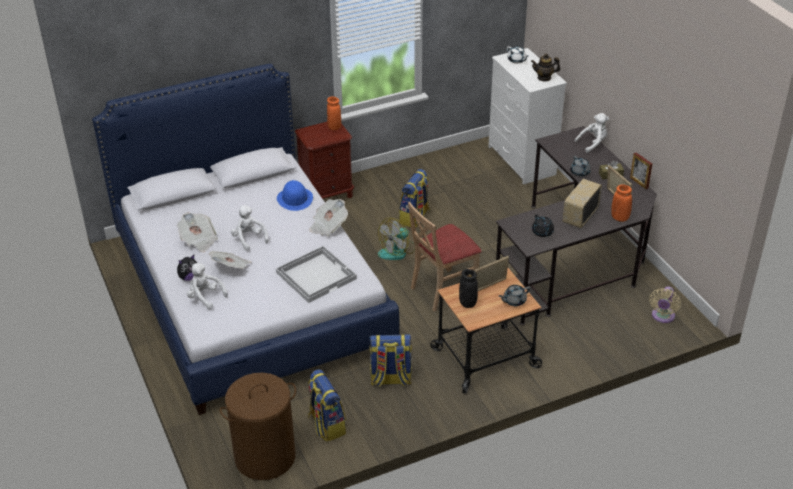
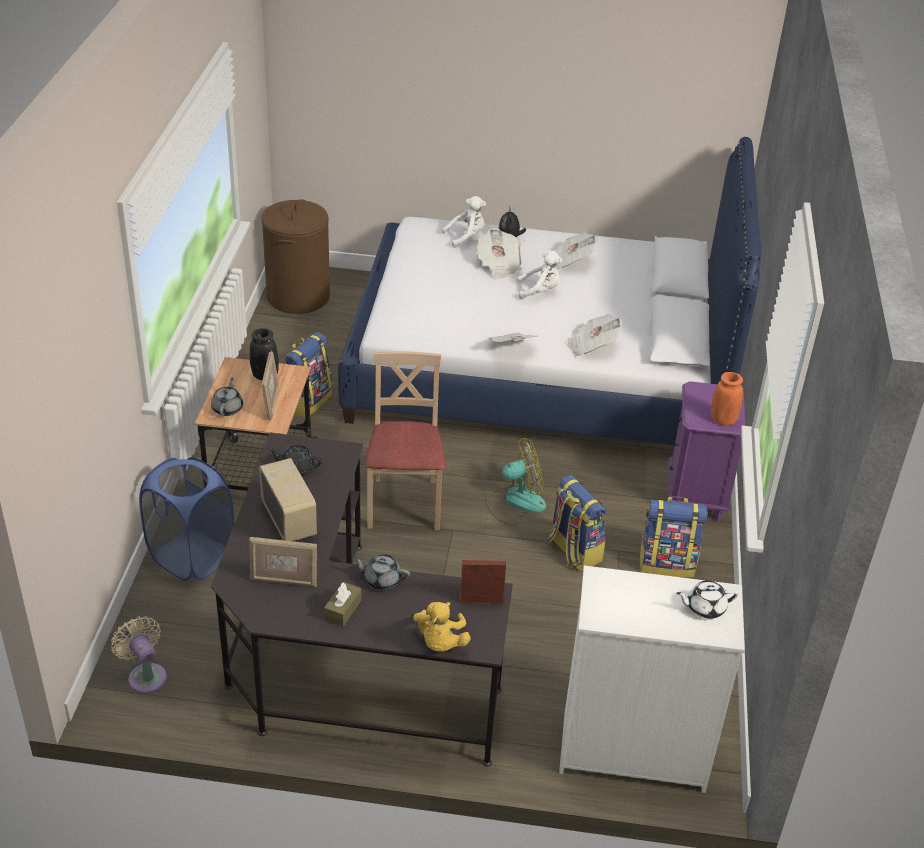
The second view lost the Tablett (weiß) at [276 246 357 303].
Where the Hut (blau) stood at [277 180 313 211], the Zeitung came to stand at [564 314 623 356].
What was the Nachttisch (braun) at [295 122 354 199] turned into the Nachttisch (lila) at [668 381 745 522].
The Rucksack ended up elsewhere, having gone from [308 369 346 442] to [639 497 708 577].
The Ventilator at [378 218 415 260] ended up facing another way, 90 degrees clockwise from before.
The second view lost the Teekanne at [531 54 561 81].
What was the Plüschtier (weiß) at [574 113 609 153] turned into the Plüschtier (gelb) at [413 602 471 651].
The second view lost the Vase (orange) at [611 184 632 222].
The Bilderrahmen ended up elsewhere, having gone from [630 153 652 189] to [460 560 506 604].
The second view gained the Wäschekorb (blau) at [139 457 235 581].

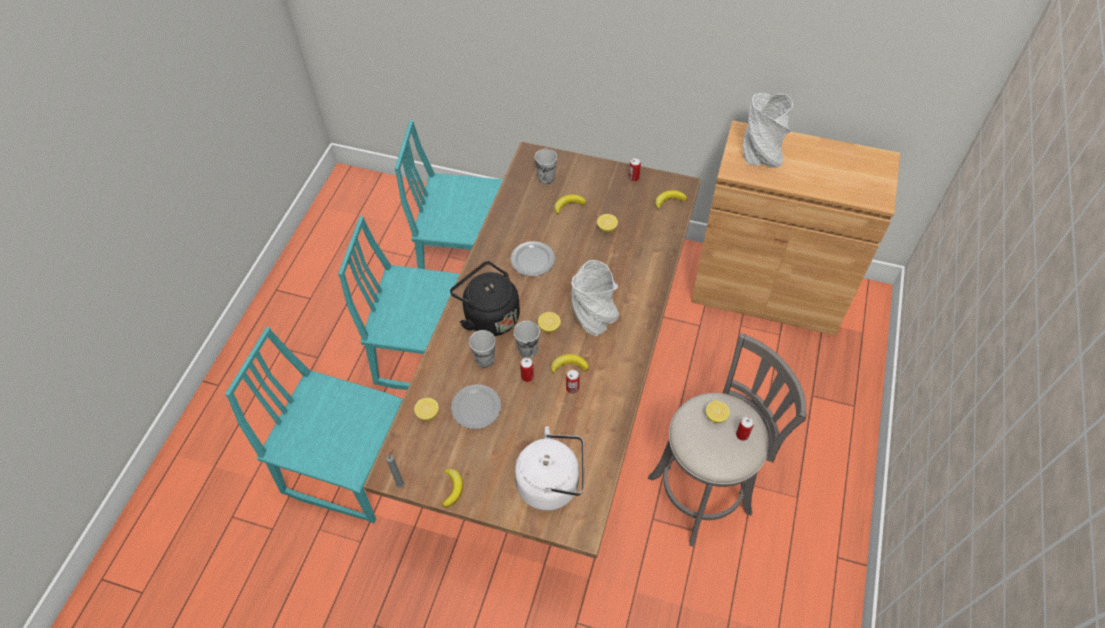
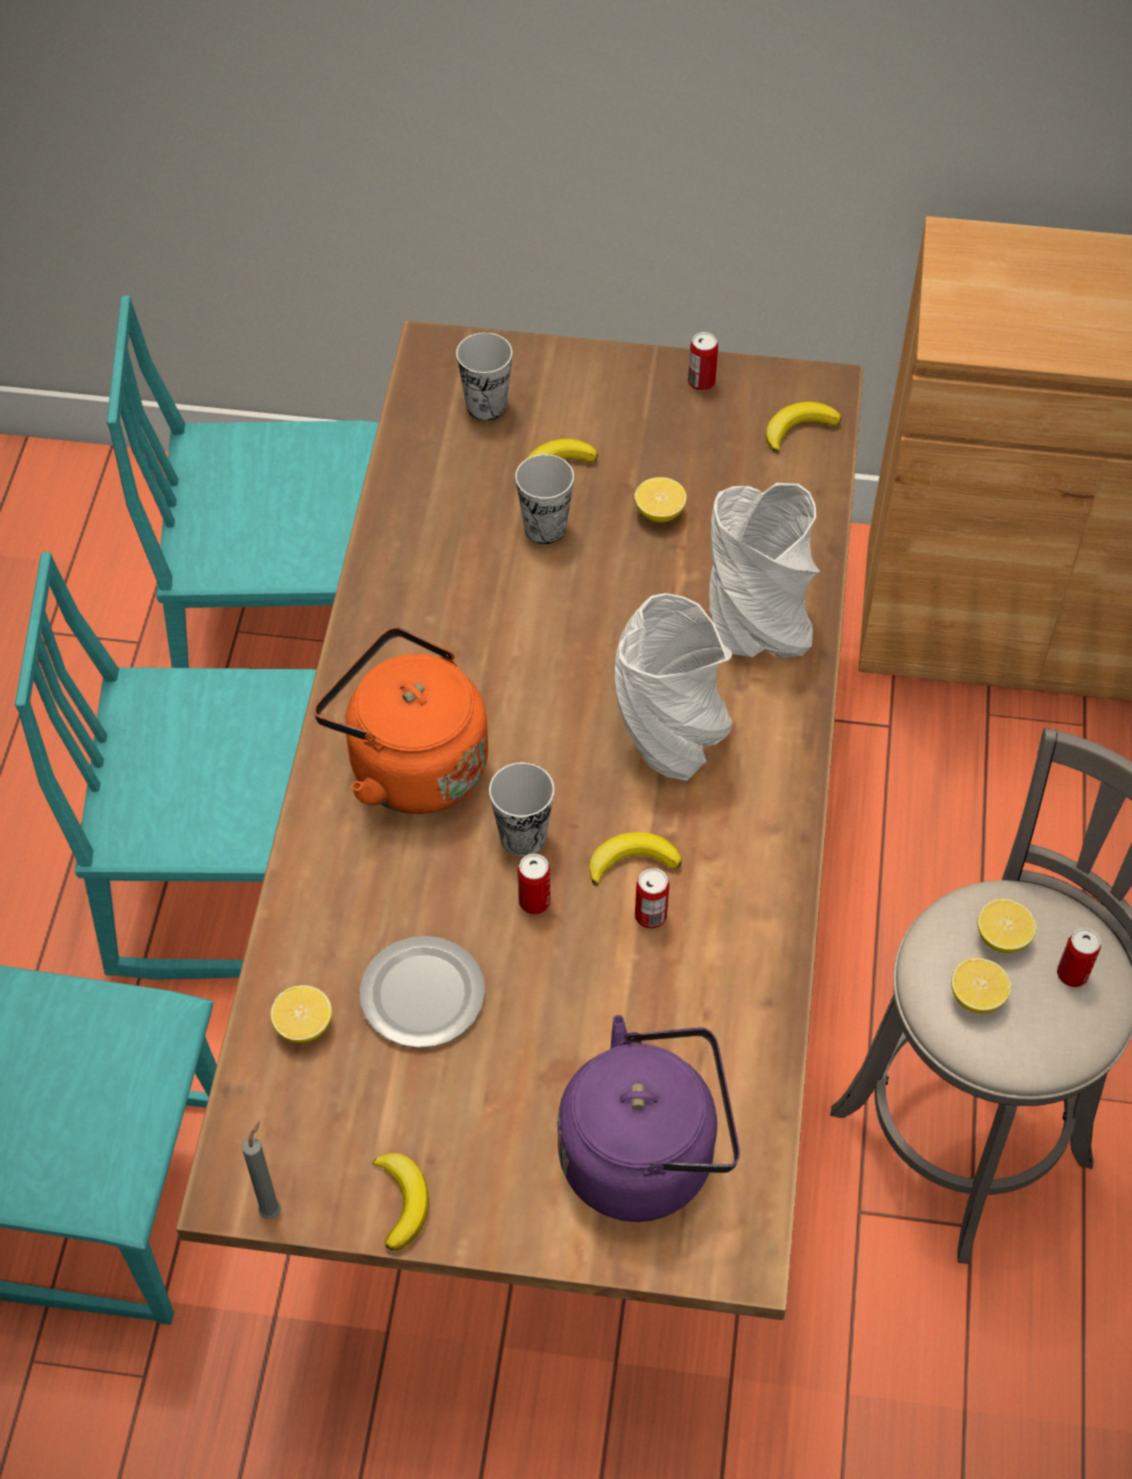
What was the Wasserkessel (schwarz) at [450 261 520 336] turned into the Wasserkessel (orange) at [314 627 488 814].
The Tasse ended up elsewhere, having gone from [469 330 495 368] to [515 454 574 544].
The second view lost the Teller at [511 241 555 277].
What was the Wasserkessel (weiß) at [515 426 584 511] turned into the Wasserkessel (lila) at [558 1015 740 1222].
The Zitrone ended up elsewhere, having gone from [538 312 561 333] to [951 958 1011 1013].
The Vase (grau) ended up elsewhere, having gone from [743 93 793 168] to [709 483 820 658].

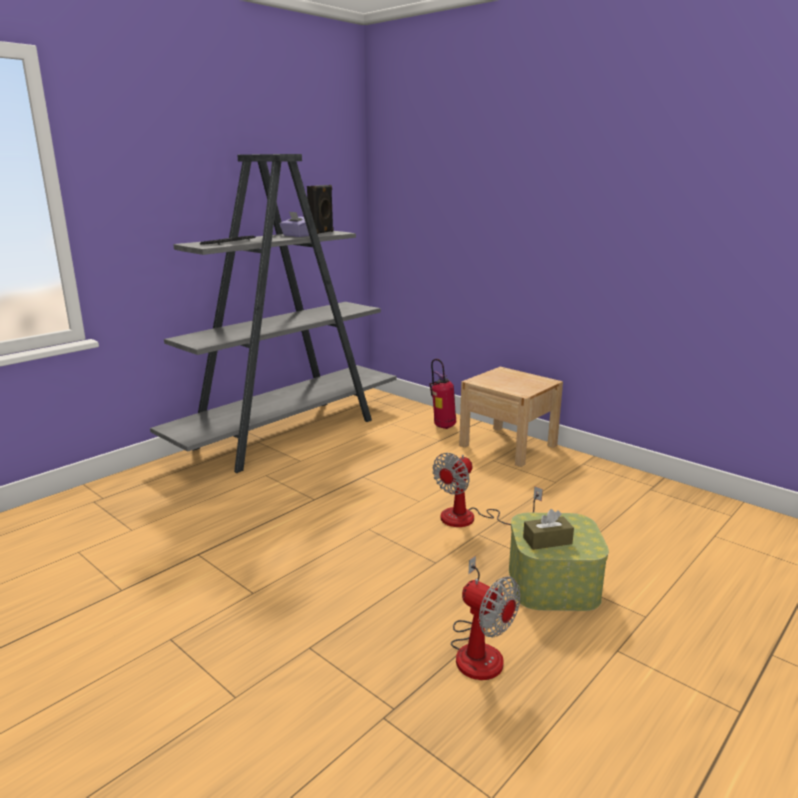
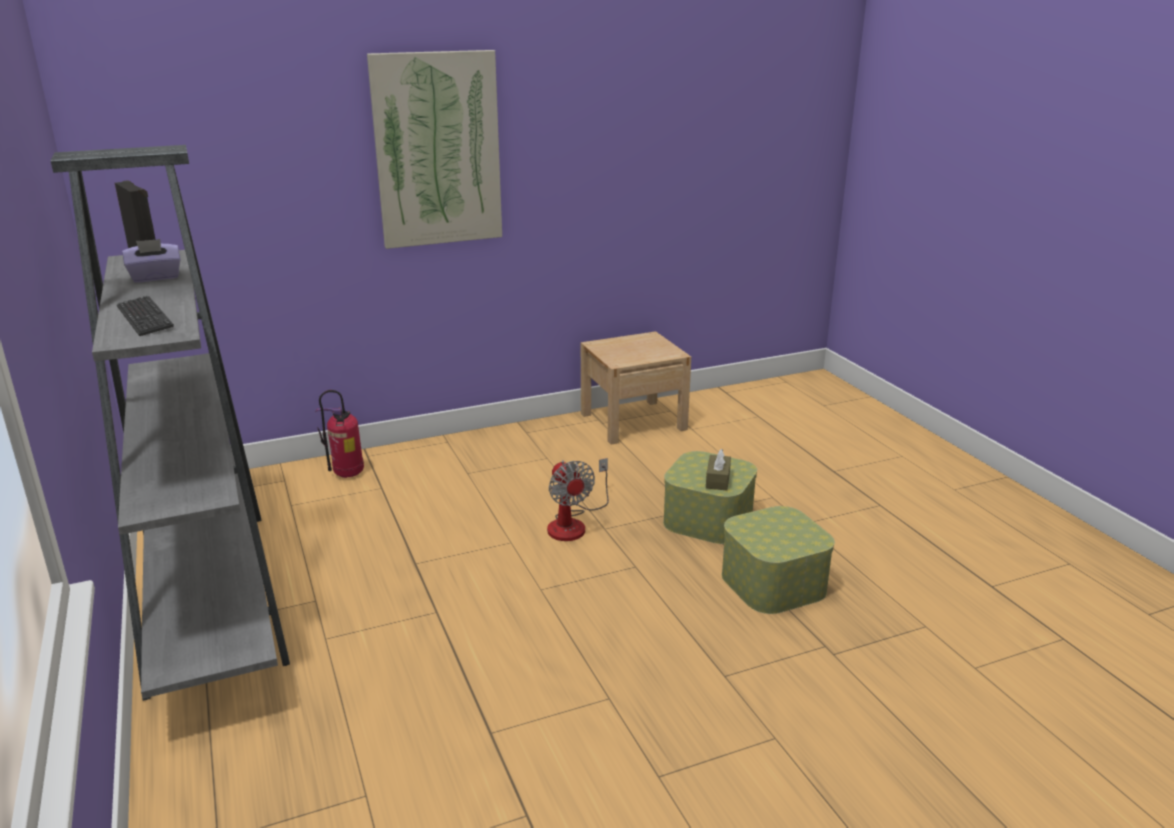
Where the Ventilator stood at [451 556 520 680], the Aufbewahrungsbox came to stand at [722 506 835 614].
The Nachttisch (beige) ended up elsewhere, having gone from [459 367 563 467] to [581 331 691 445].
The second view gained the Bild at [367 50 502 249].

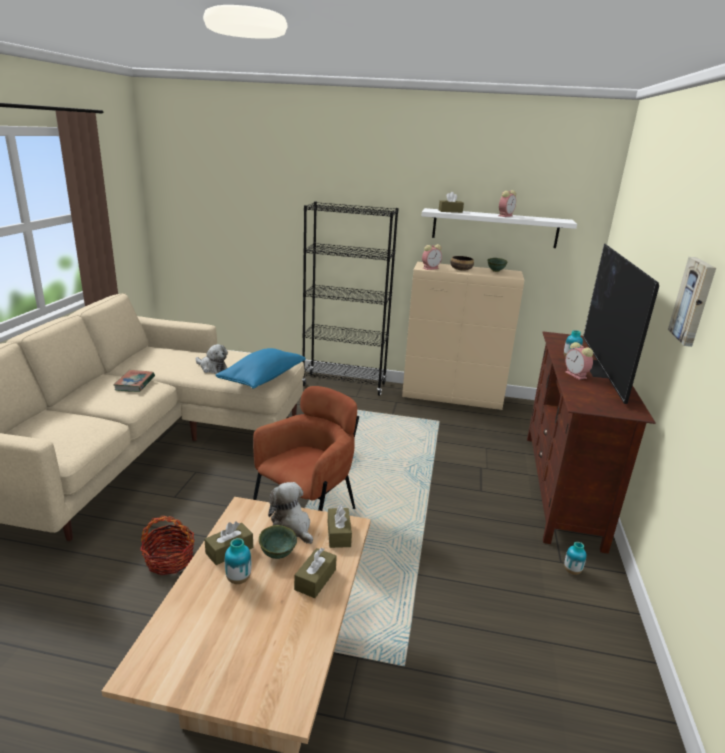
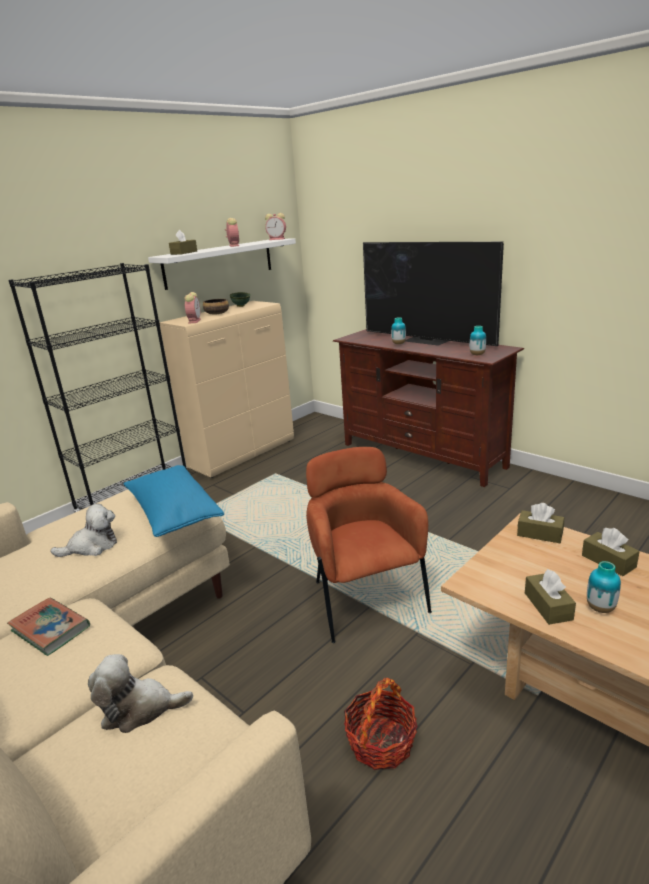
The second view lost the Schüssel (grün) at [259 525 297 559].
The Plüschtier ended up elsewhere, having gone from [268 482 313 544] to [88 654 193 733].
The Vase ended up elsewhere, having gone from [564 542 586 575] to [470 326 486 355].
The Wecker ended up elsewhere, having gone from [565 342 593 380] to [265 213 286 240].
The second view lost the Bild at [668 257 716 347].

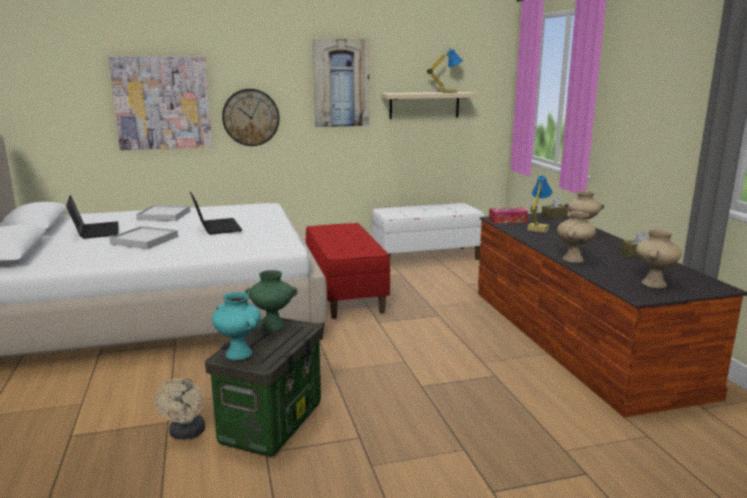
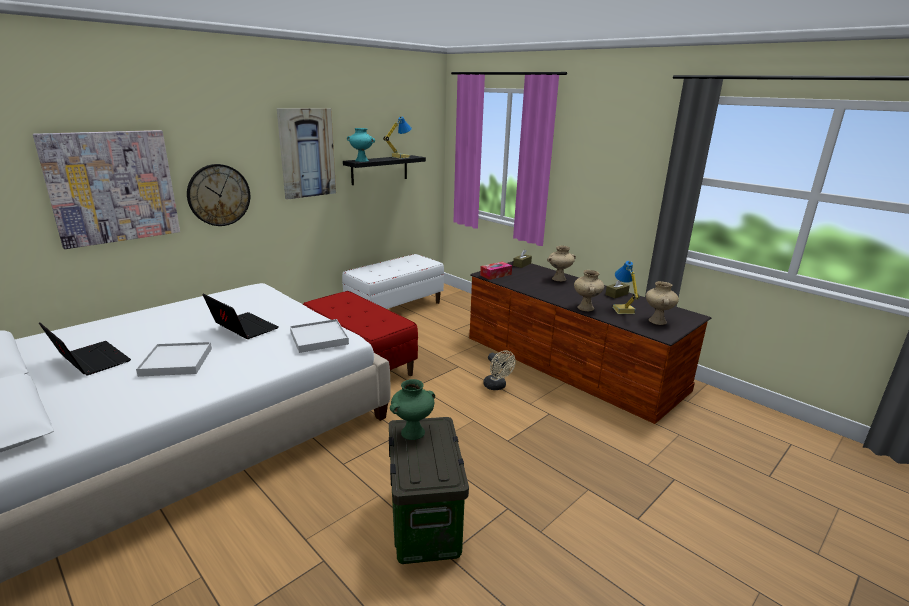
The Tablett (weiß) ended up elsewhere, having gone from [136 205 190 221] to [290 319 349 353].
The Ventilator (beige) ended up elsewhere, having gone from [155 379 205 440] to [483 350 516 390].
The Vase (türkis) ended up elsewhere, having gone from [212 292 261 360] to [347 128 375 162].
What was the Wandregal (beige) at [381 92 477 119] turned into the Wandregal (schwarz) at [343 155 426 185].
The Tischlampe ended up elsewhere, having gone from [527 175 553 233] to [613 261 639 314].

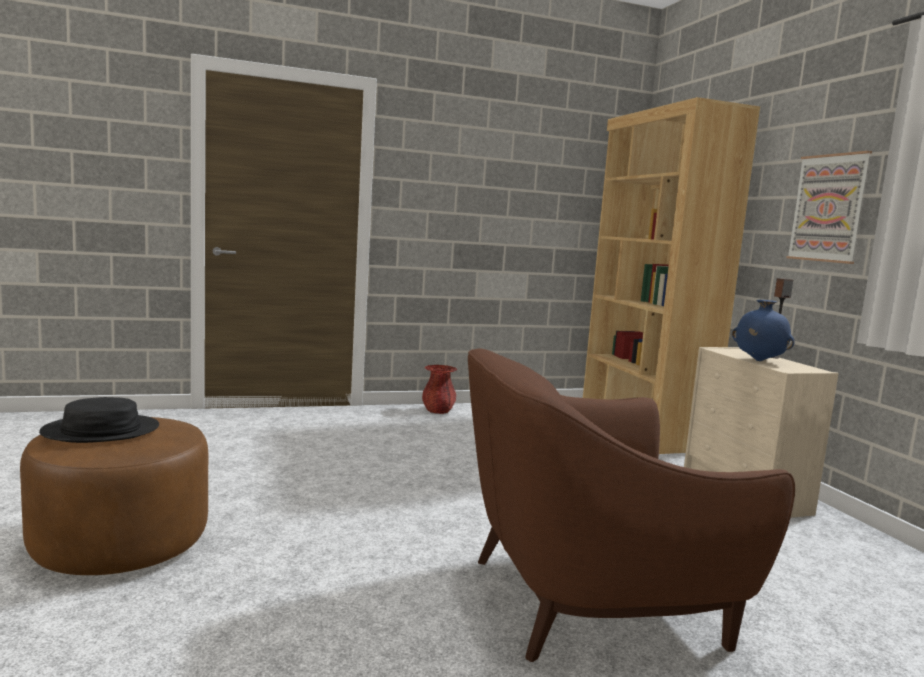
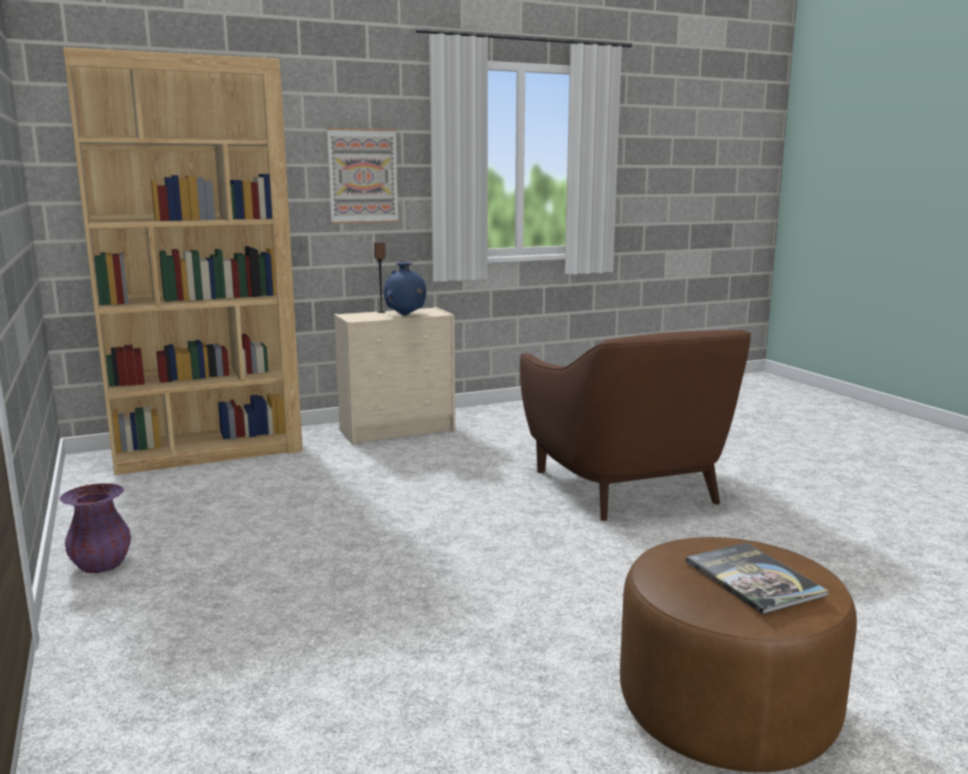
Where the Hut (schwarz) stood at [39 397 159 443], the Buch came to stand at [685 543 828 615].
What was the Vase (rot) at [422 365 457 414] turned into the Vase (lila) at [60 483 131 573].

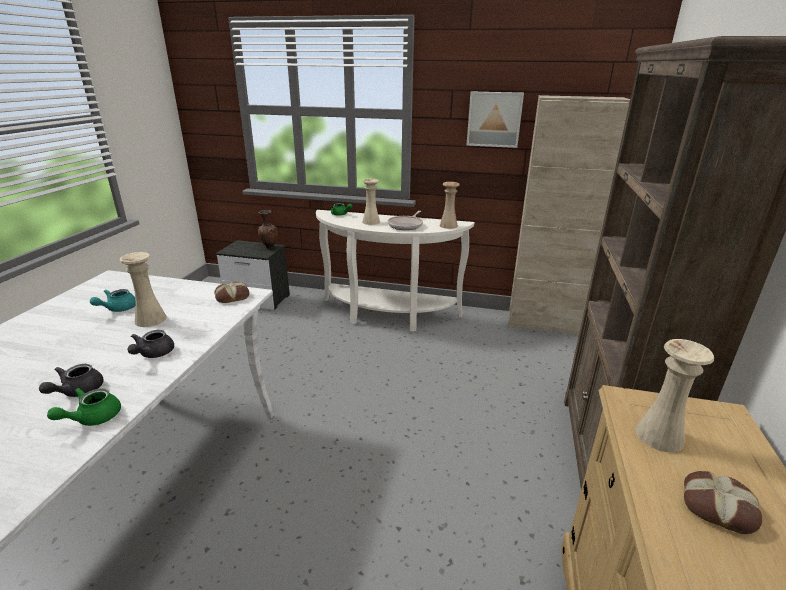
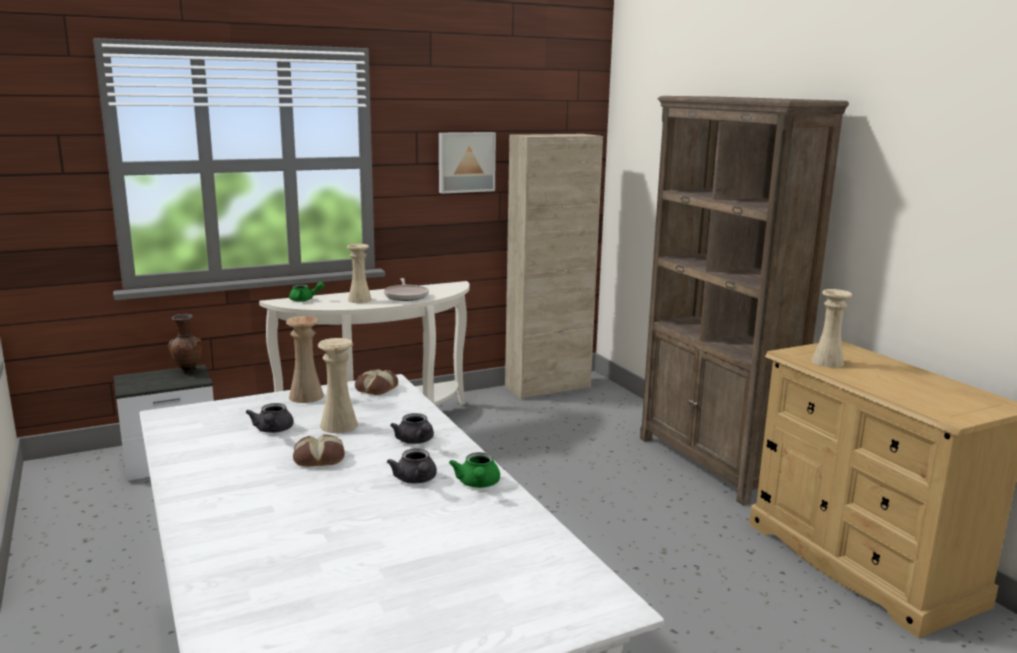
What was the Teekanne (türkis) at [90 289 135 312] turned into the Teekanne (grau) at [246 403 294 433].
The Vase (beige) ended up elsewhere, having gone from [440 182 460 229] to [286 316 324 403].
The Brot ended up elsewhere, having gone from [684 471 762 534] to [293 434 345 466].

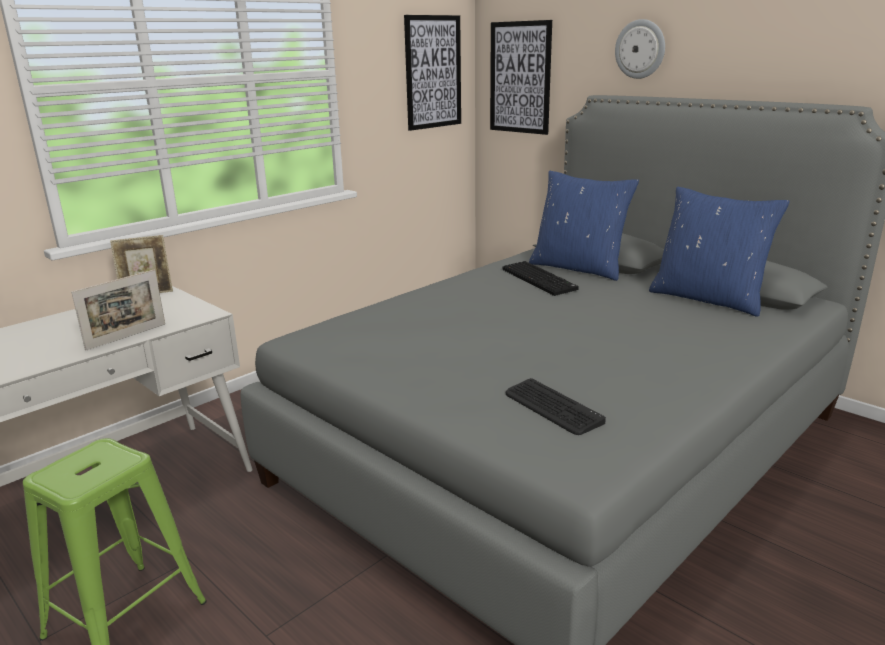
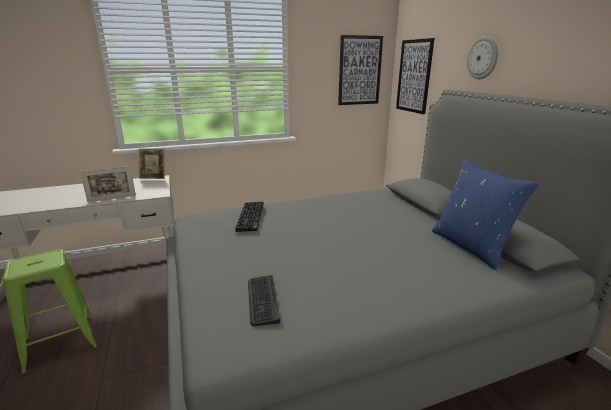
The Tastatur ended up elsewhere, having gone from [503 261 579 296] to [235 201 264 232].
The second view lost the Kissen (blau) at [529 171 639 281].

